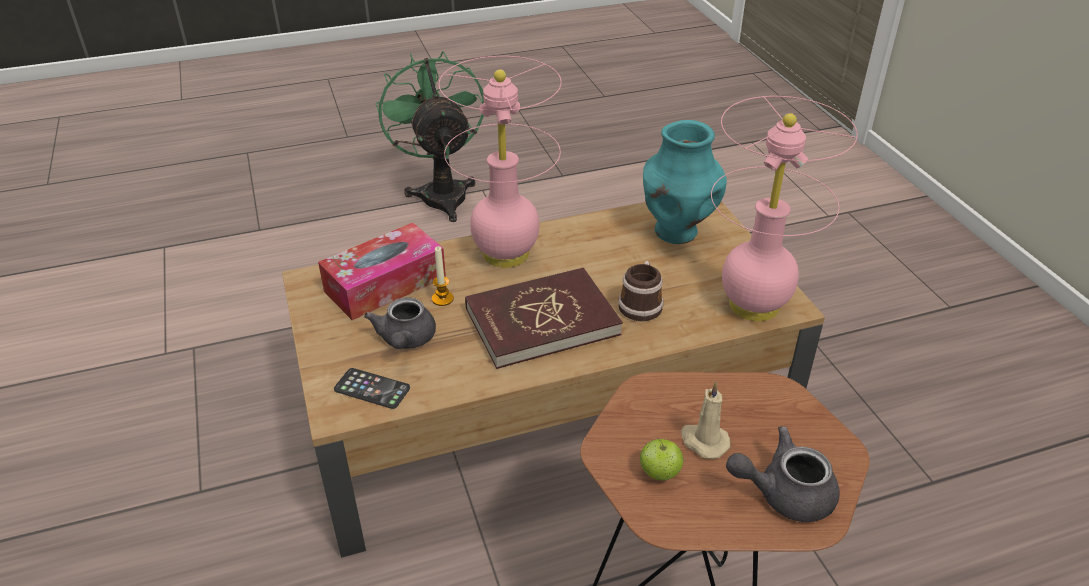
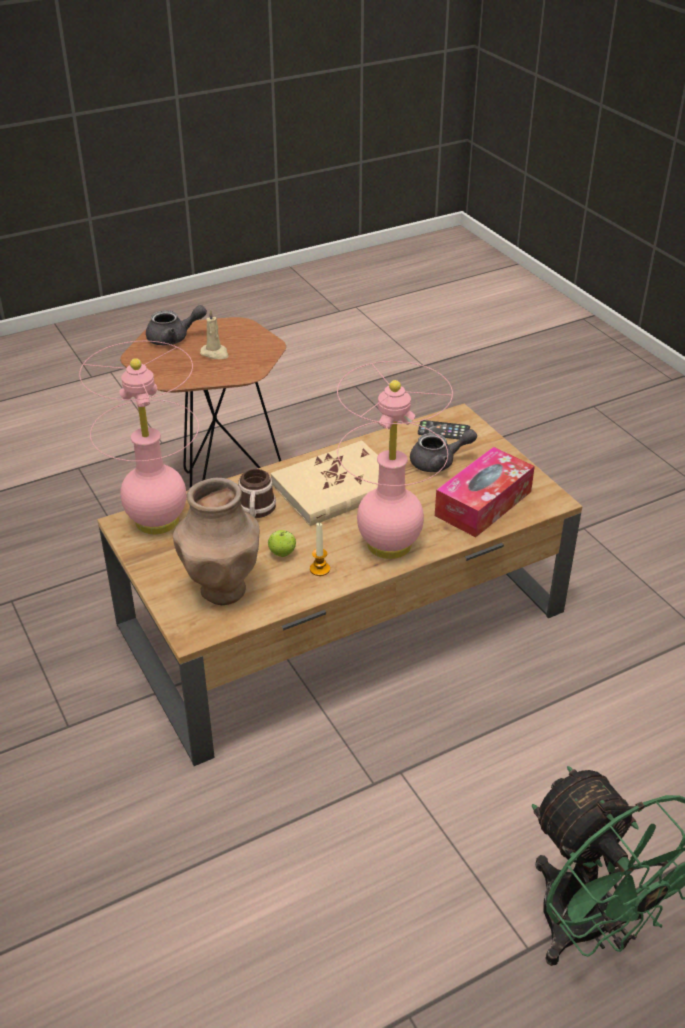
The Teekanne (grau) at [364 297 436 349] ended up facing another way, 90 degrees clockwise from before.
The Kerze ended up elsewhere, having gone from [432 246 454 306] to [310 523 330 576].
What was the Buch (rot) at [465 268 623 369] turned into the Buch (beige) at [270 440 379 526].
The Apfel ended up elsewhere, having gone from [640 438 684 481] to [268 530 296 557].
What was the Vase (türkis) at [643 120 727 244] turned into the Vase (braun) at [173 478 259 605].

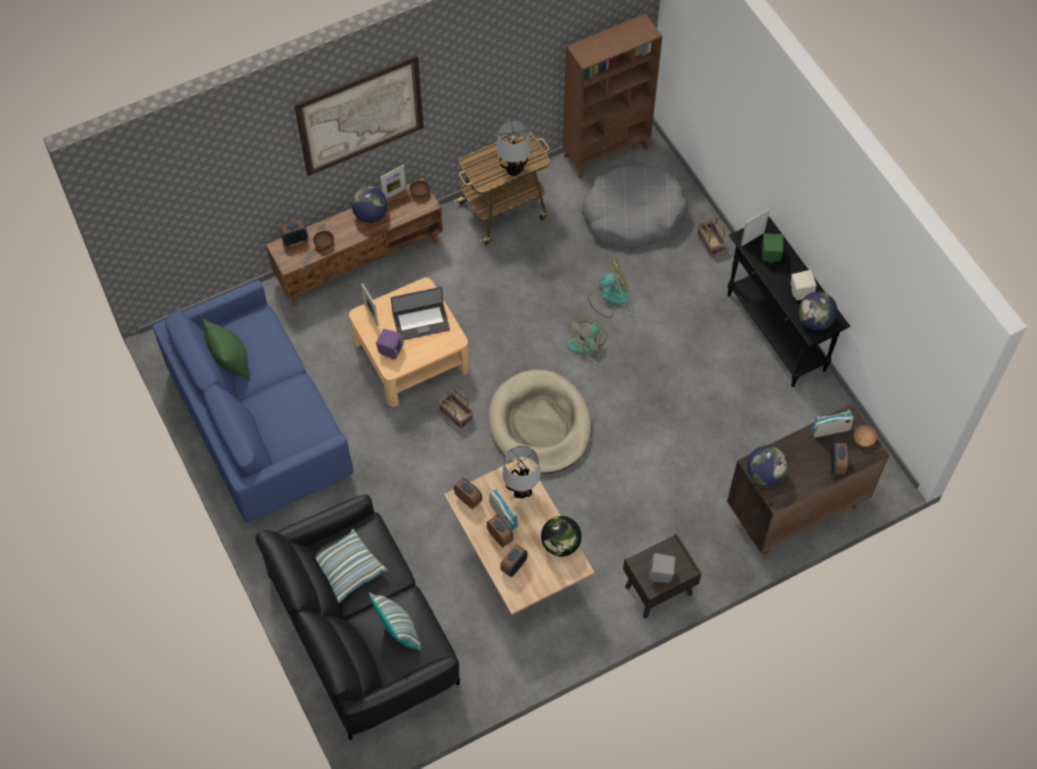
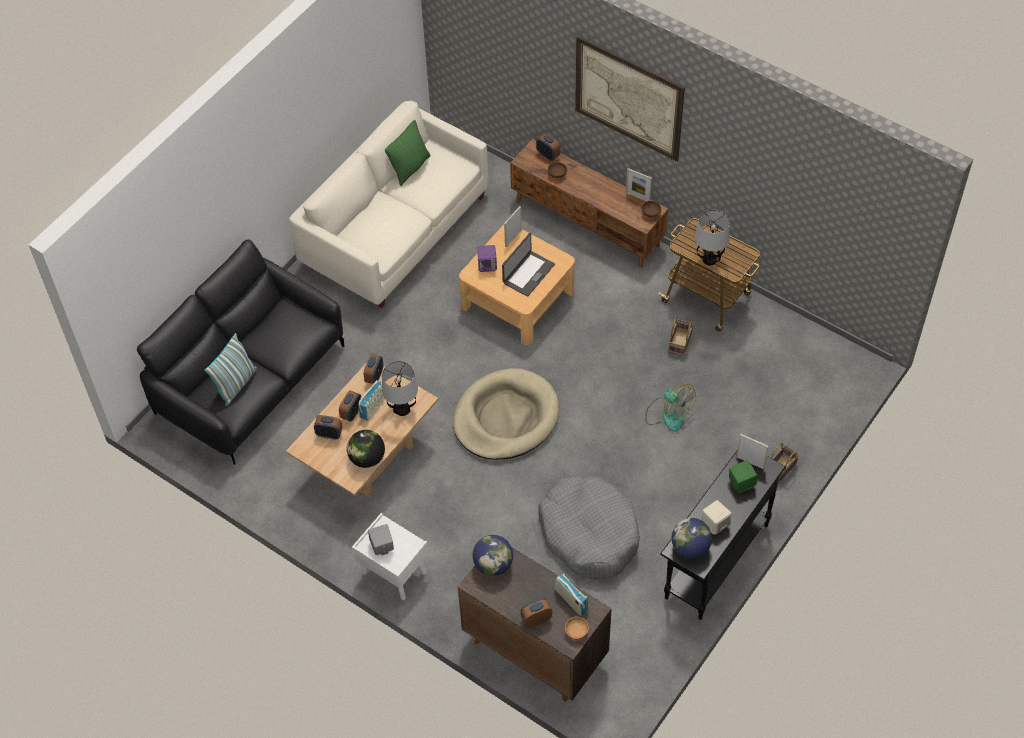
What was the Sofa (blau) at [153 280 353 523] turned into the Sofa (weiß) at [289 101 489 308].
The second view lost the Kissen at [315 529 388 603].
The second view lost the Globus at [352 187 388 223].
The Laptop at [391 287 450 340] ended up facing another way, 105 degrees counterclockwise from before.
The Korb ended up elsewhere, having gone from [438 389 473 430] to [668 317 693 356].
The second view lost the Bücherregal (braun) at [562 13 662 178].
The second view lost the Ventilator at [567 317 607 354].
The Hundebett (grau) ended up elsewhere, having gone from [582 165 688 247] to [538 476 640 579].
What was the Nachttisch (braun) at [623 533 702 618] turned into the Nachttisch (weiß) at [352 513 429 600].

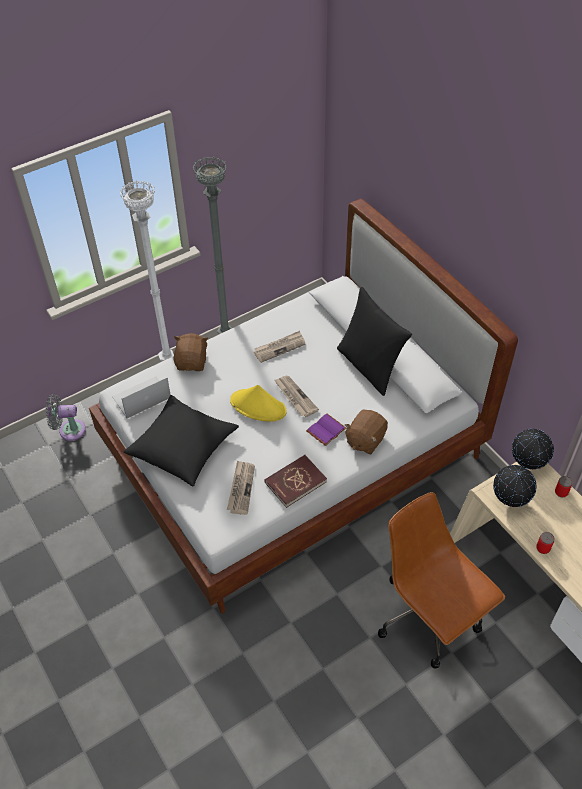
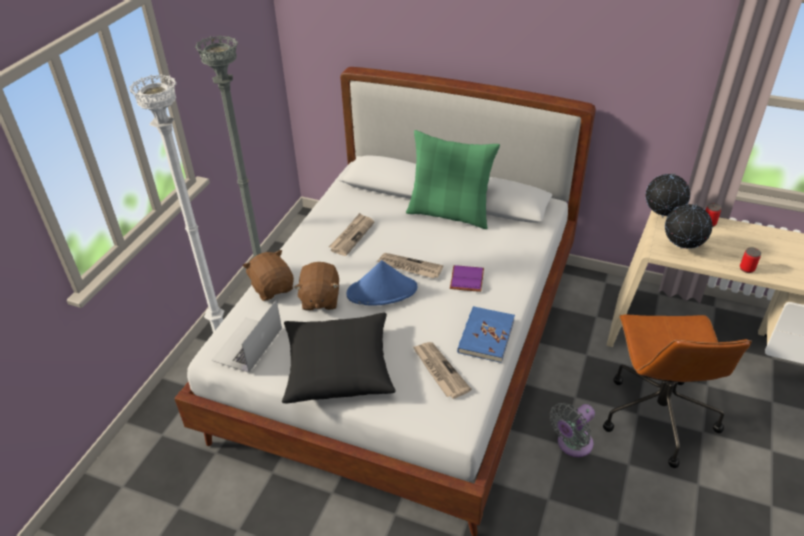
The Ventilator (grau) ended up elsewhere, having gone from [46 394 86 441] to [550 403 595 457].
What was the Hut (gelb) at [230 385 287 422] turned into the Hut (blau) at [346 260 417 306].
What was the Buch (rot) at [264 455 327 508] turned into the Buch (blau) at [457 306 515 363].
What was the Kissen (schwarz) at [337 287 412 396] turned into the Kissen (grün) at [406 130 500 229].
The Plüschtier (braun) ended up elsewhere, having gone from [345 409 388 454] to [294 262 339 311].
The Bürostuhl (braun) at [378 492 505 668] ended up facing another way, 105 degrees counterclockwise from before.

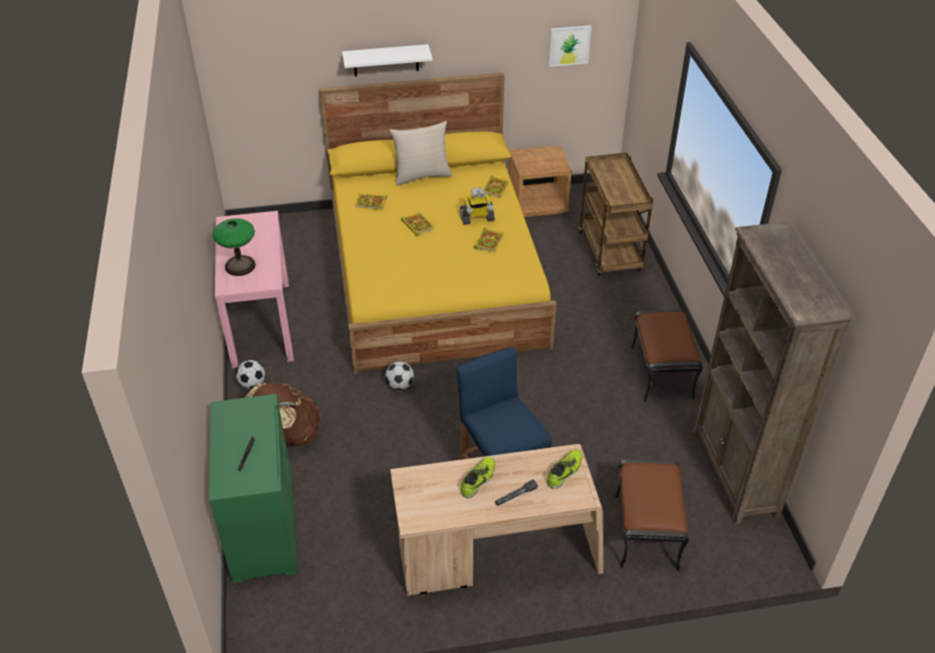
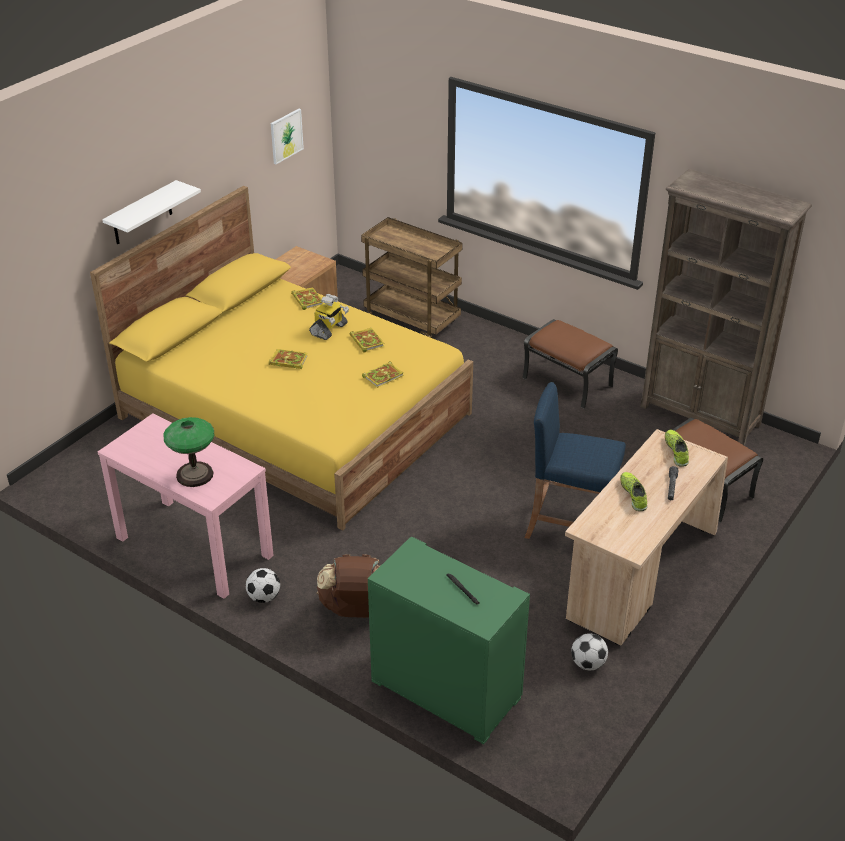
The Buch ended up elsewhere, having gone from [355 193 387 210] to [362 361 404 388].
The Fußball ended up elsewhere, having gone from [385 361 414 390] to [571 633 608 670].
The second view lost the Kissen (beige) at [389 121 453 186].

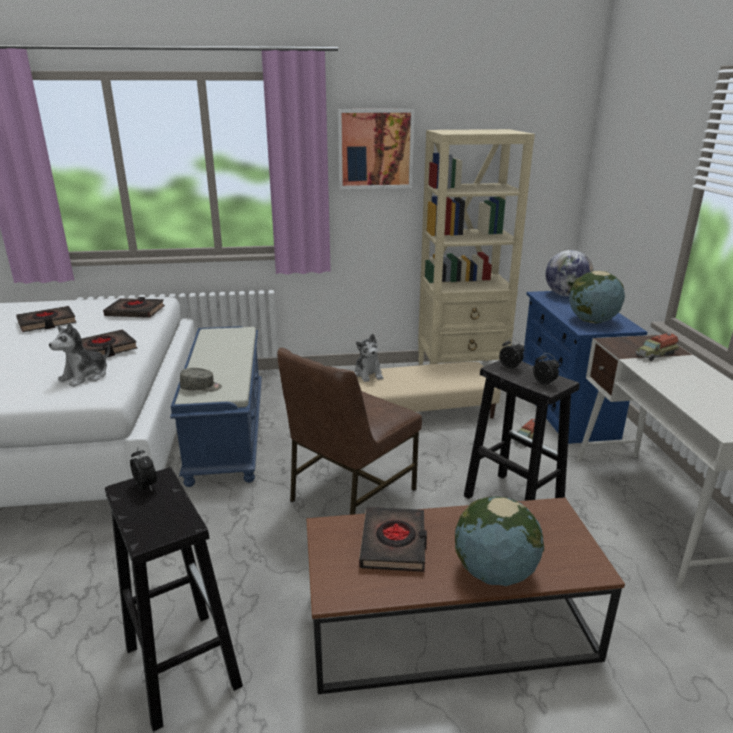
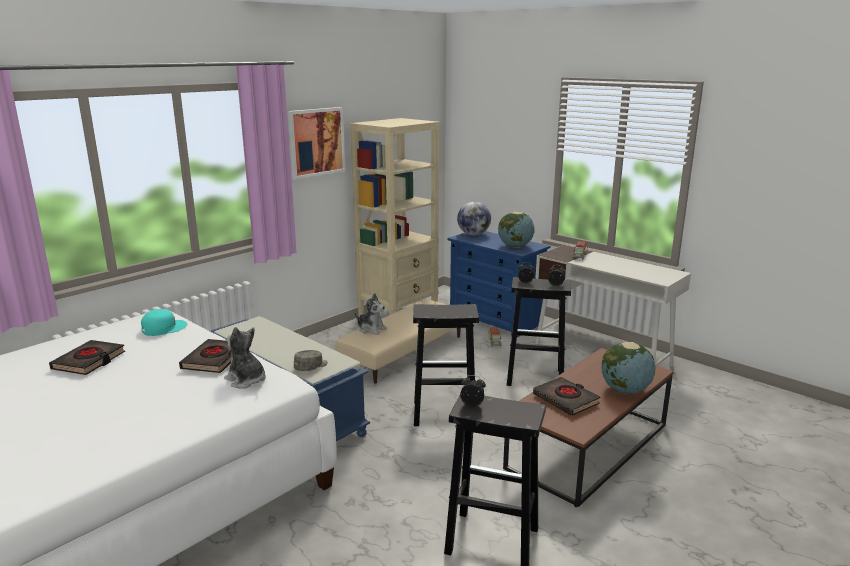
The Plüschtier at [49 323 110 387] ended up facing another way, 135 degrees clockwise from before.
Where the Buch (schwarz) stood at [103 297 165 318], the Kappe (türkis) came to stand at [141 309 187 336].
Where the Stuhl (braun) stood at [277 348 422 515], the Hocker (schwarz) came to stand at [413 304 479 426].

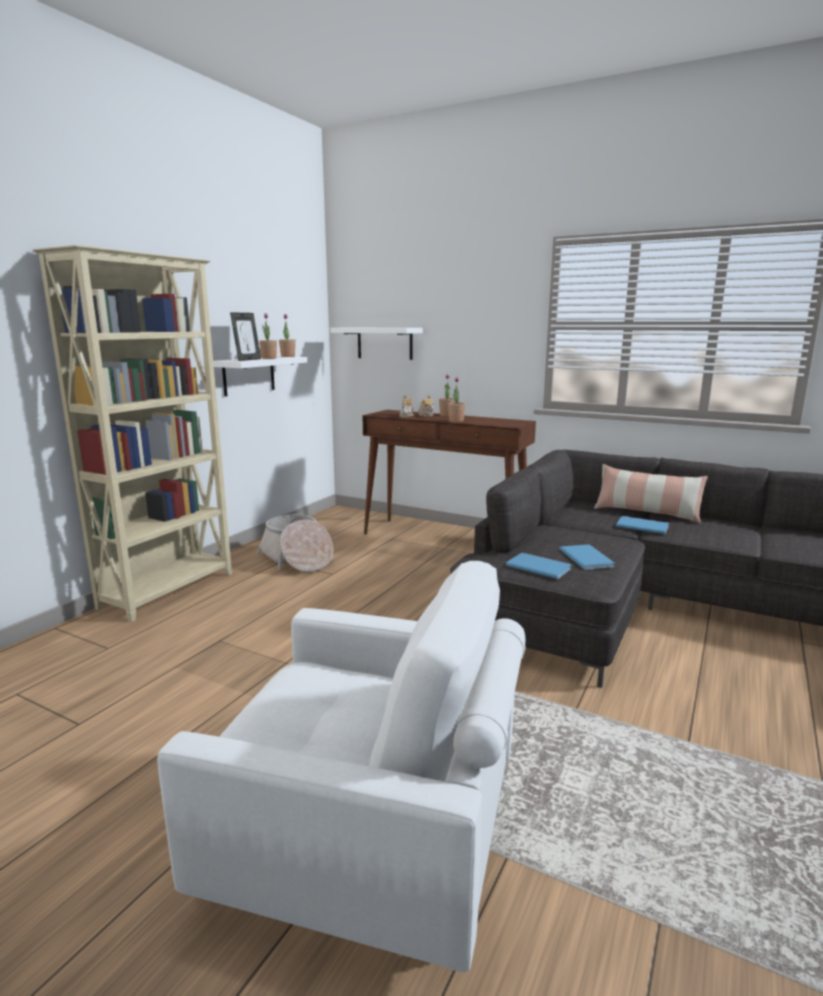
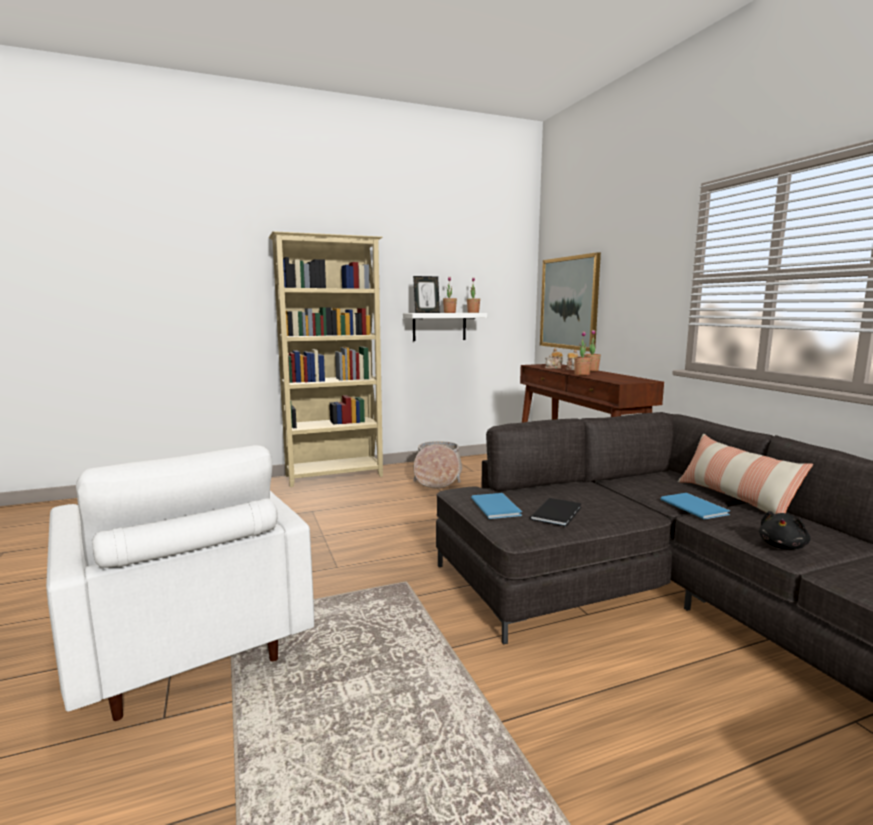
Where the Wandregal (weiß) hung at [330 328 423 360], the Bild came to hang at [540 252 601 352].
What was the Buch (blau) at [559 544 615 570] turned into the Buch (schwarz) at [530 498 581 527].
The second view gained the Plüschtier (schwarz) at [759 511 811 549].

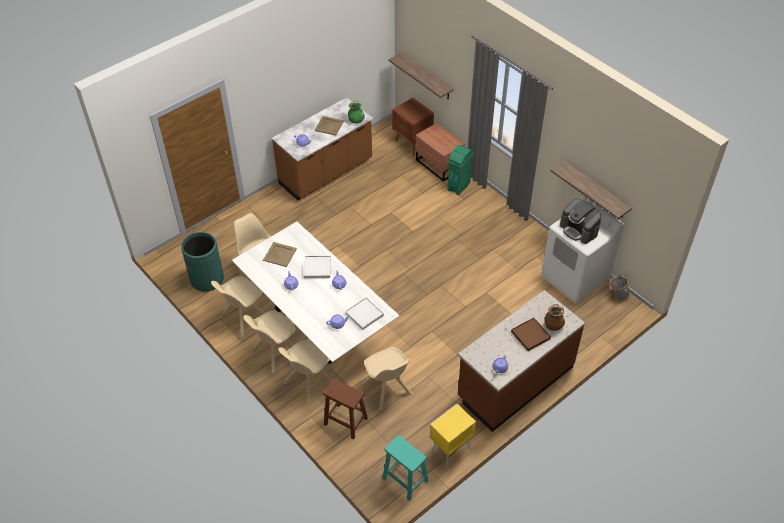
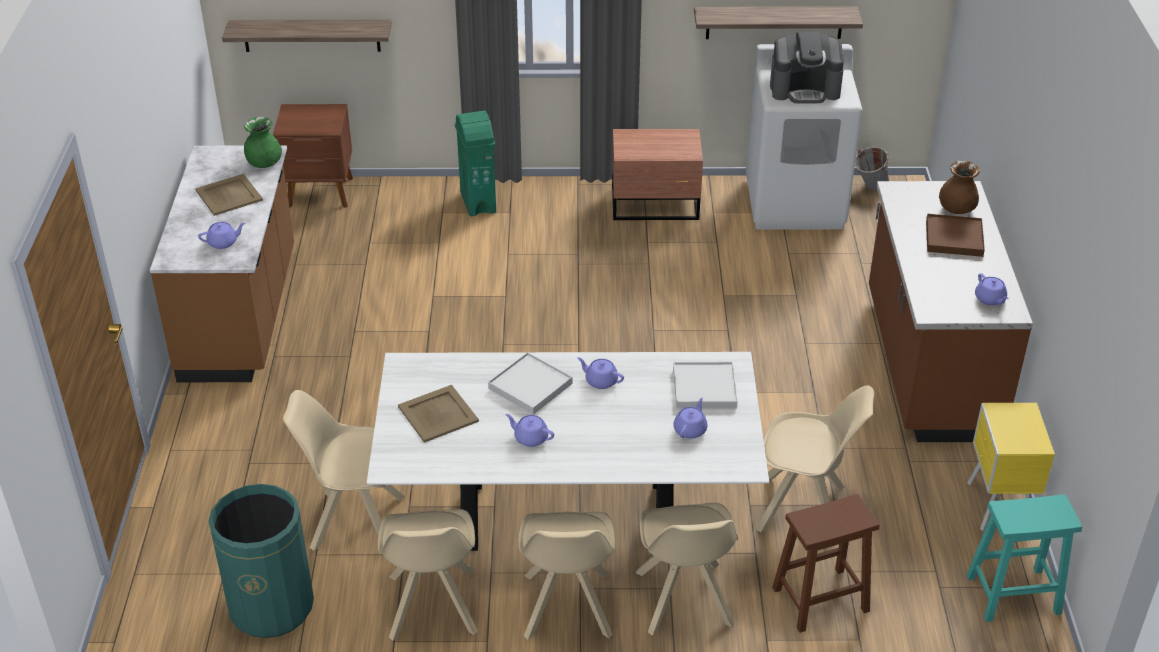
The Nachttisch (braun) ended up elsewhere, having gone from [415 123 465 182] to [612 129 703 220].

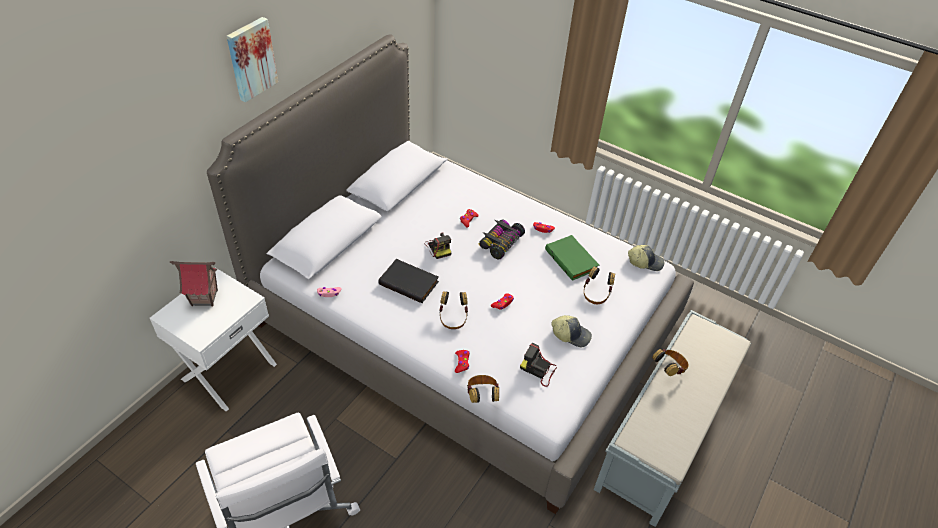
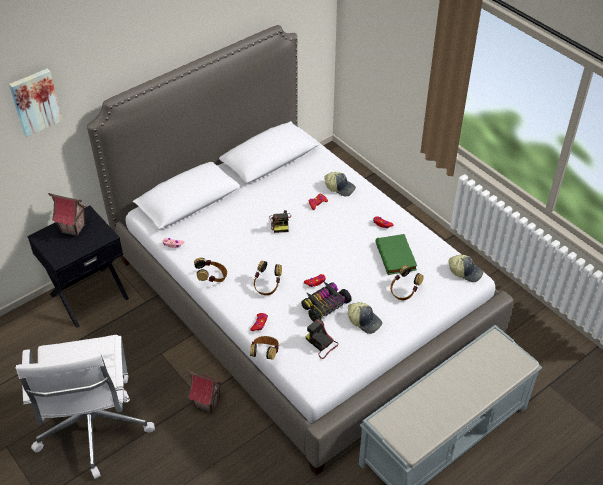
What was the Nachttisch (weiß) at [150 269 277 412] turned into the Nachttisch (schwarz) at [27 205 129 328].
The Bild ended up elsewhere, having gone from [227 17 278 102] to [9 69 62 137].
The second view lost the Buch (schwarz) at [378 259 439 303].
The Spielzeugauto ended up elsewhere, having gone from [478 220 525 259] to [301 281 352 322].
The Kopfhörer ended up elsewhere, having gone from [652 349 689 376] to [194 258 227 282].
The second view gained the Spielzeughaus at [186 370 223 413].
The second view gained the Kappe at [324 172 356 197].

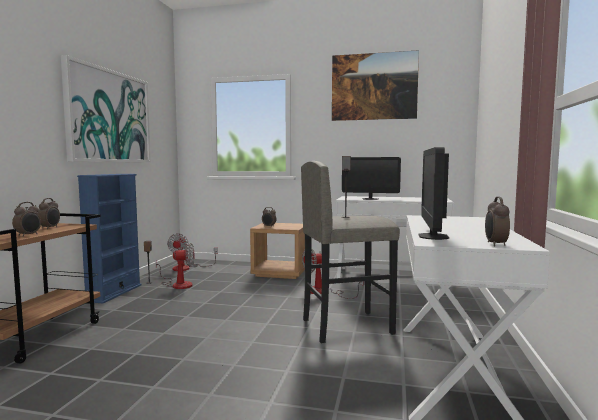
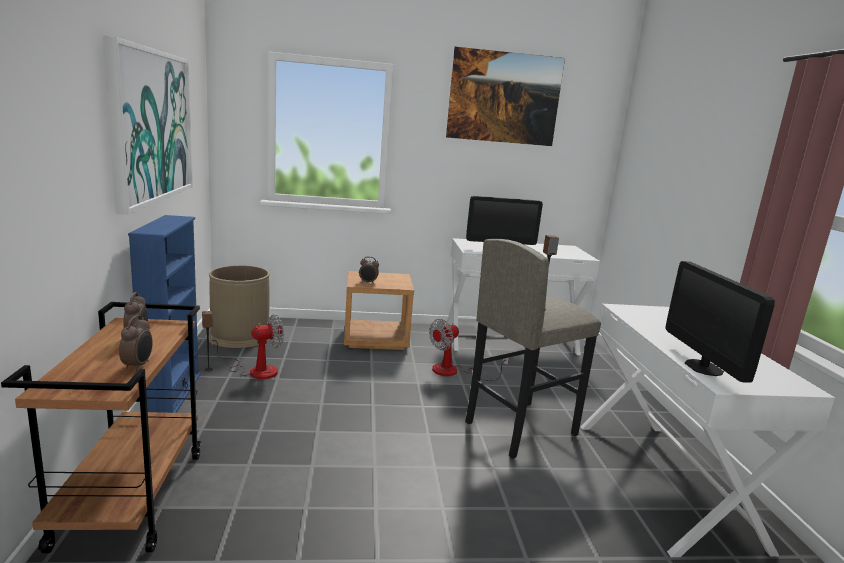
Where the Ventilator stood at [167 233 218 271], the Mülleimer (braun) came to stand at [209 265 270 348].
The second view lost the Wecker at [485 197 510 247].

